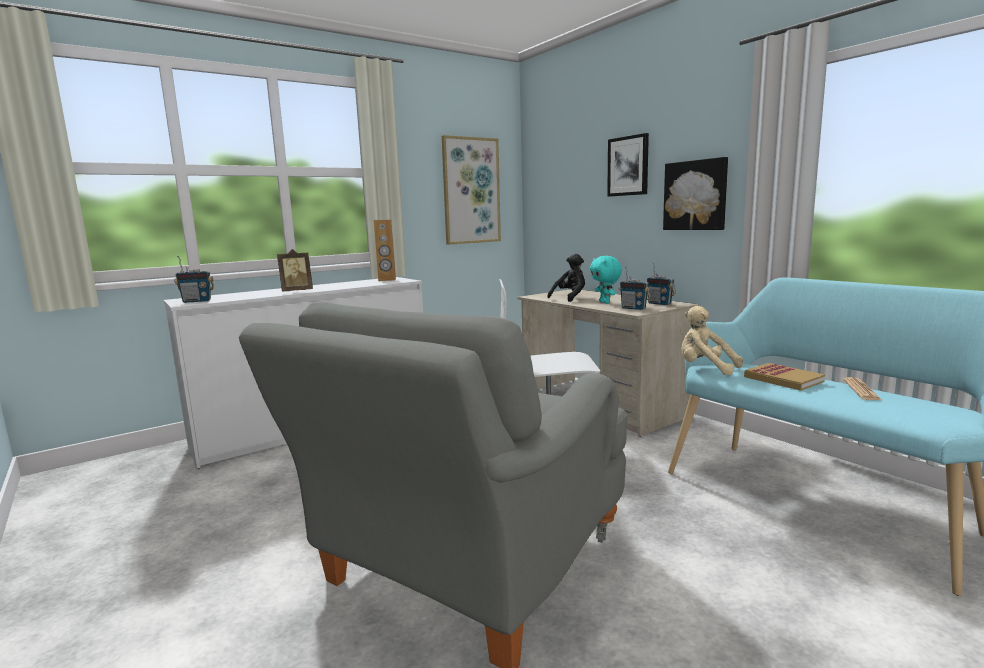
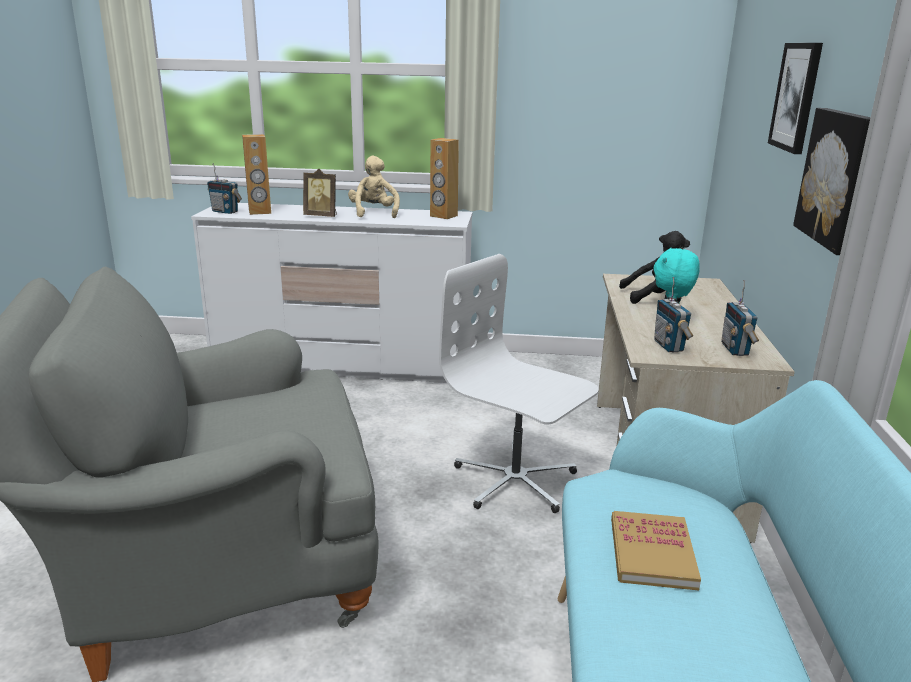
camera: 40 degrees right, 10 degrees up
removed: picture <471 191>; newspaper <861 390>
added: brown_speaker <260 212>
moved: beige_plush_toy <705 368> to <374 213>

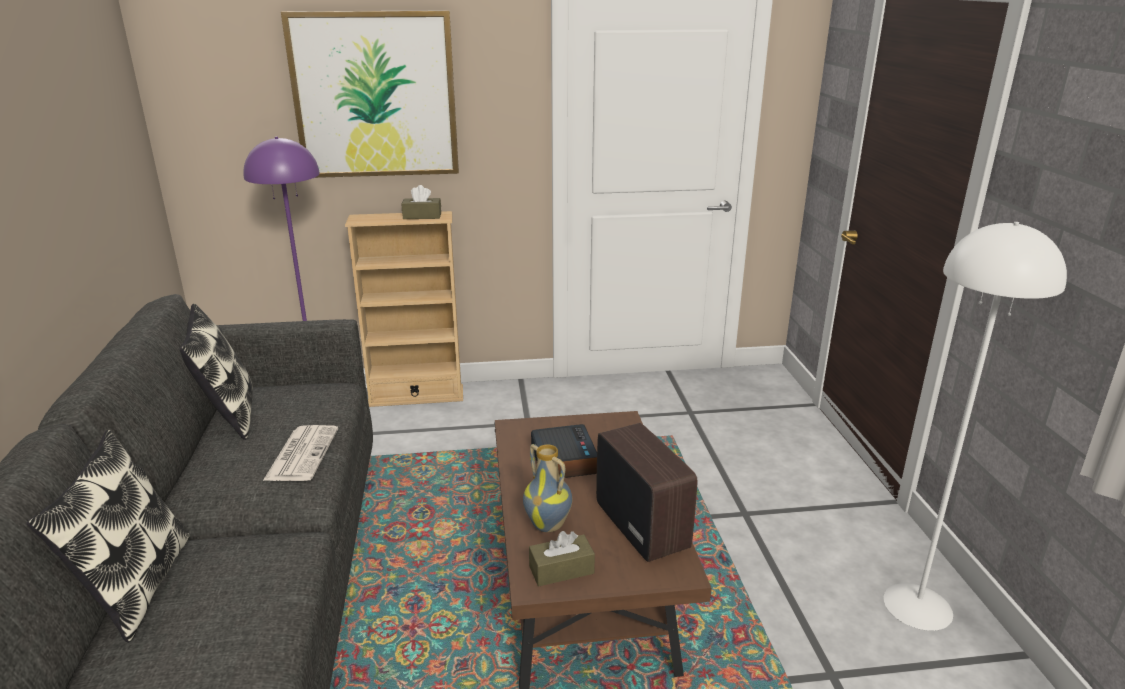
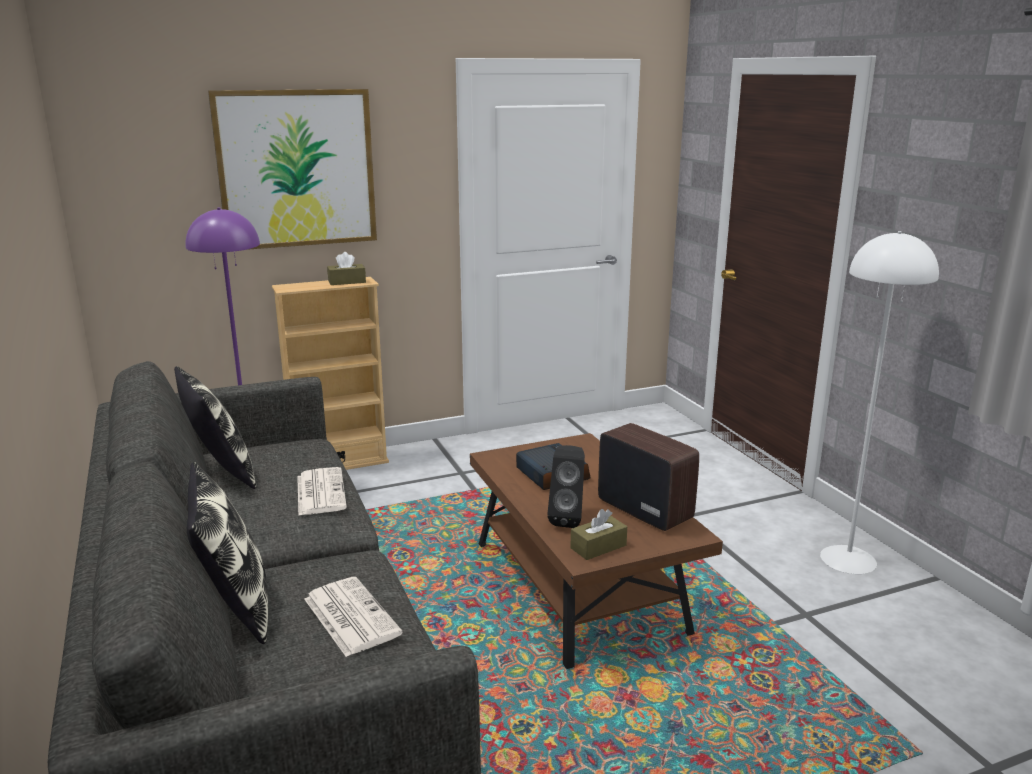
camera: 15 degrees left, 5 degrees down
added: newspaper <350 616>
replaced: vase <549 524> to black_speaker <568 519>

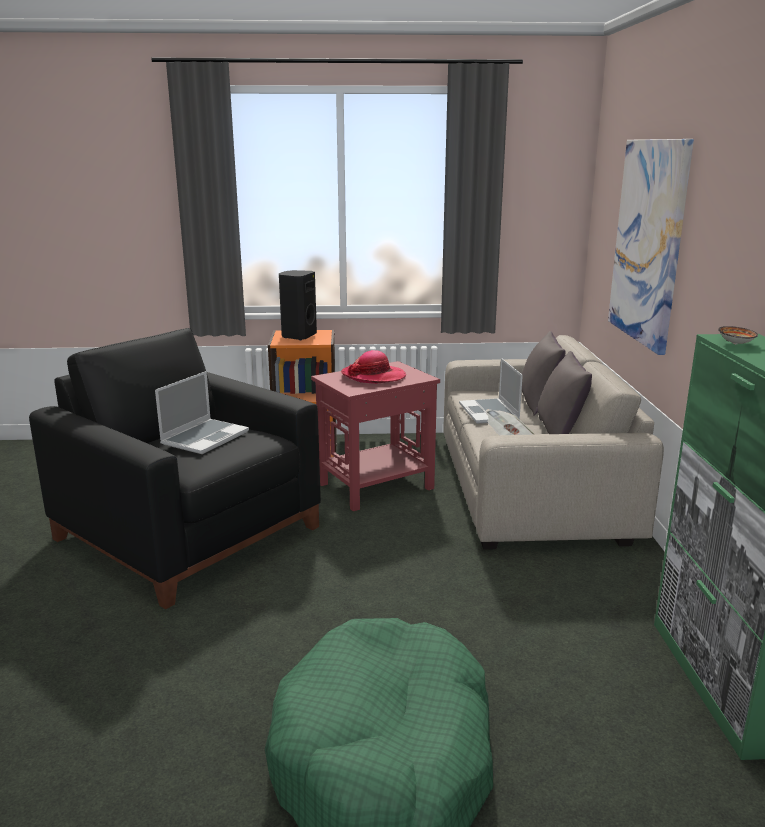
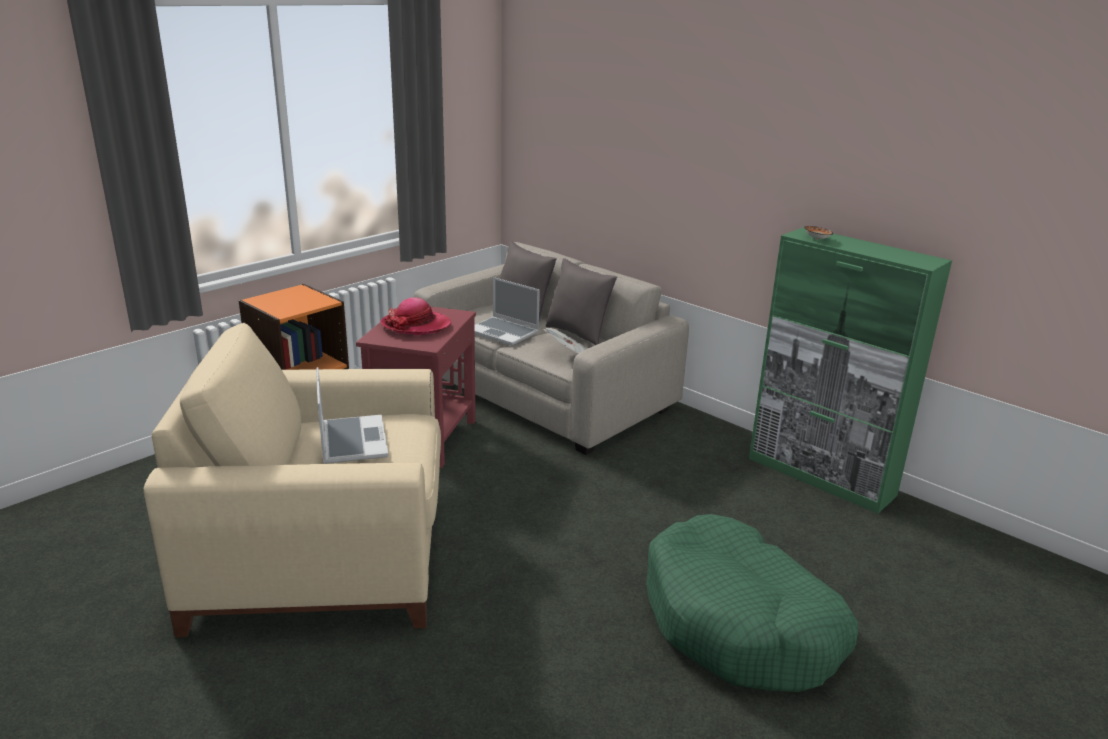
camera: 45 degrees left, 5 degrees up
removed: black_speaker <298 336>; picture <648 242>
recoloured: black_armchair <191 533> to beige_armchair <326 555>

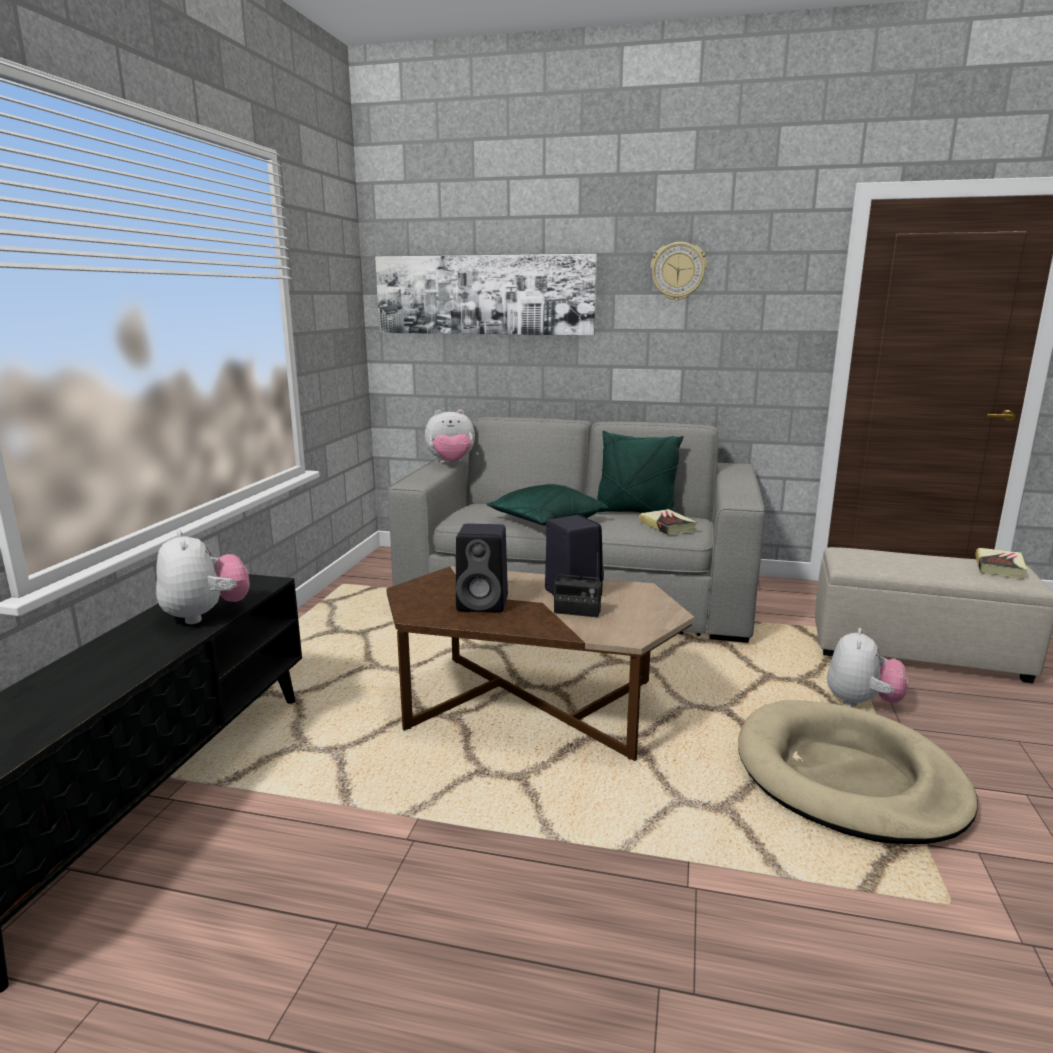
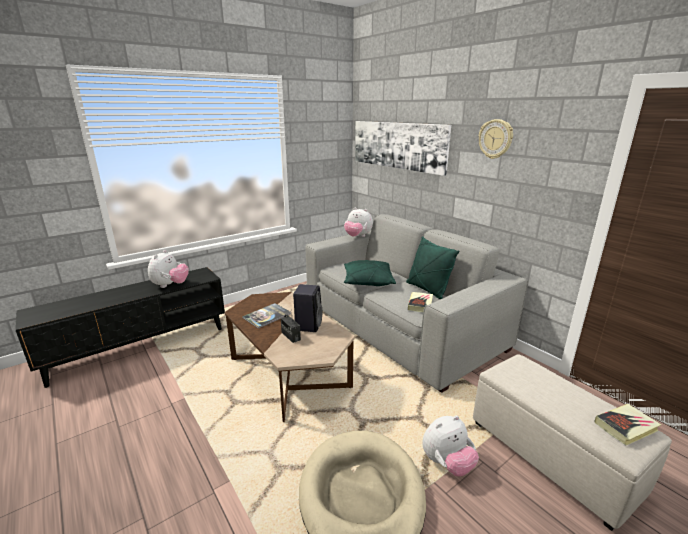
camera: 40 degrees right, 5 degrees up
replaced: black_speaker <484 603> to book <267 316>

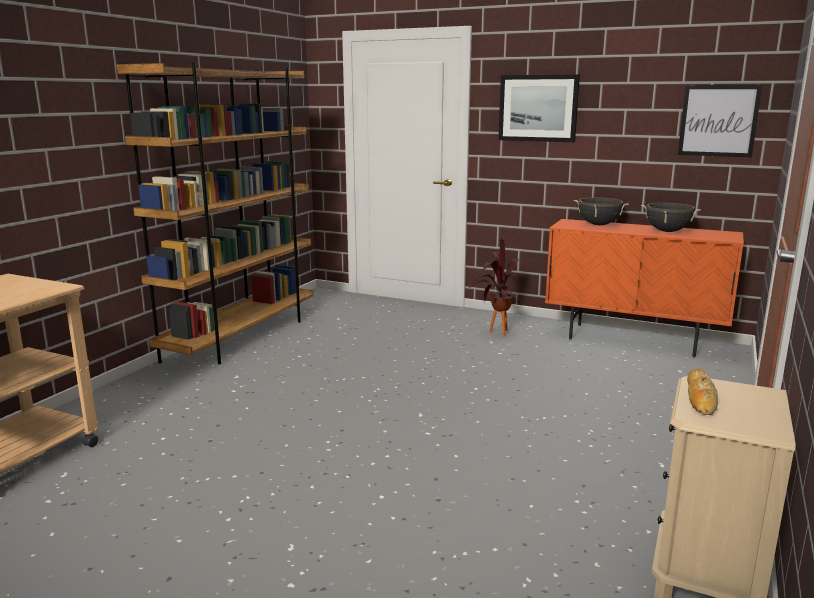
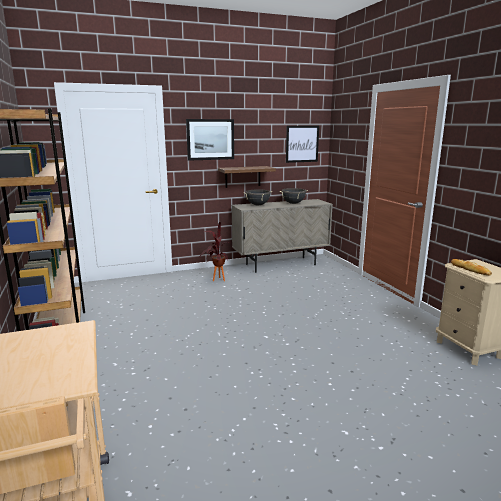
camera: 45 degrees left, 0 degrees up
added: shelf <242 176>
recoloured: orange_cabinet <633 340> to beige_cabinet <281 265>

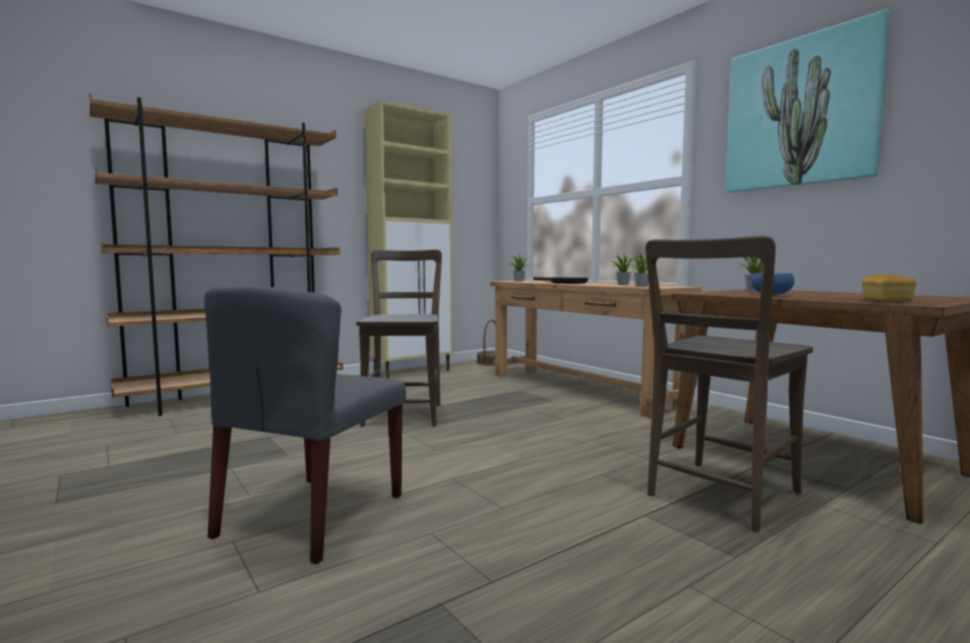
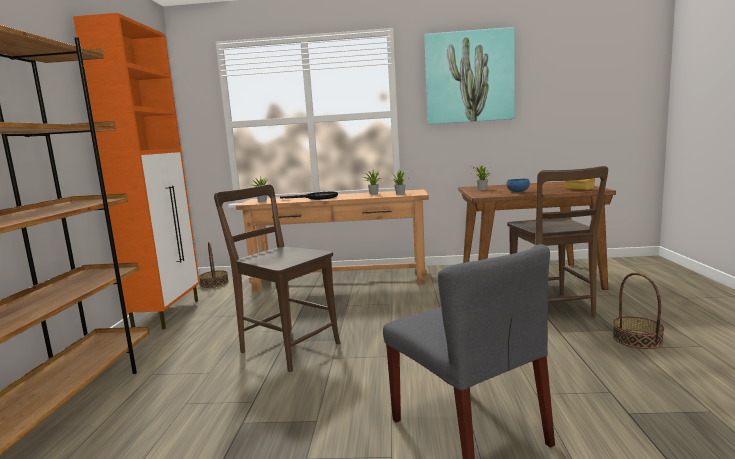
camera: 50 degrees left, 5 degrees up
added: basket <637 339>
recoloured: beige_cabinet <413 371> to orange_cabinet <168 314>

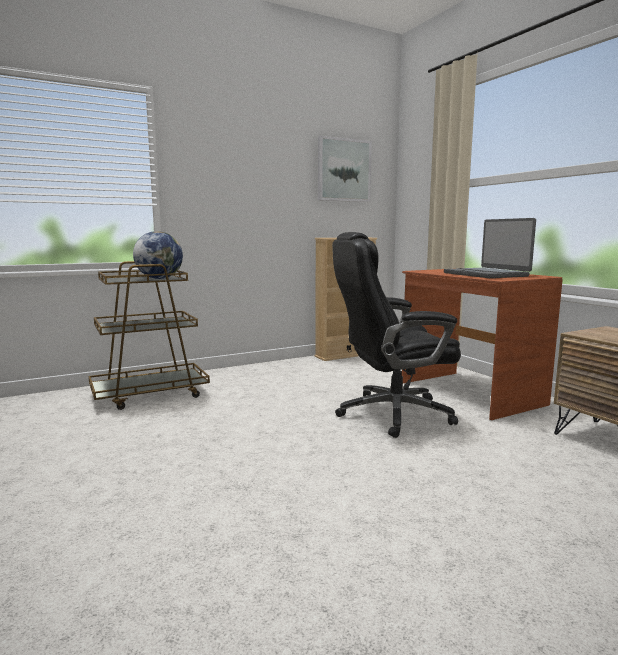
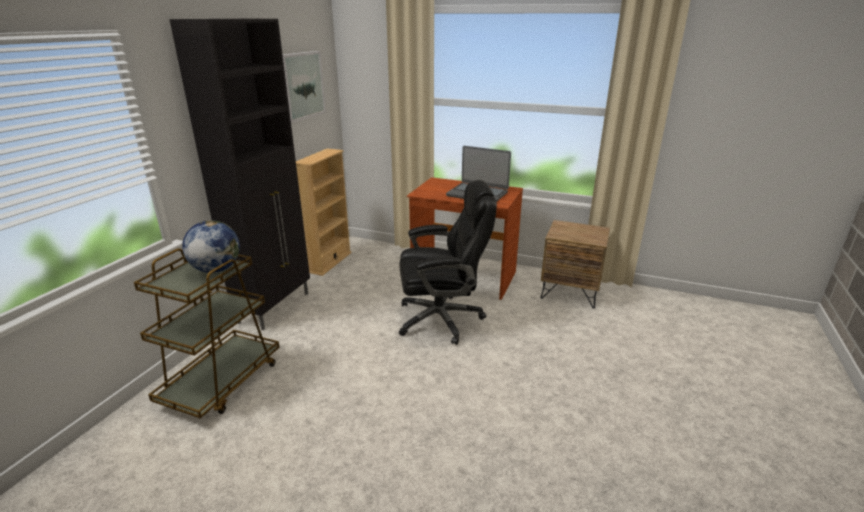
camera: 40 degrees left, 15 degrees up
added: black_cabinet <275 307>
turned: black_office_chair <391 414> = <442 319> 135 degrees counterclockwise

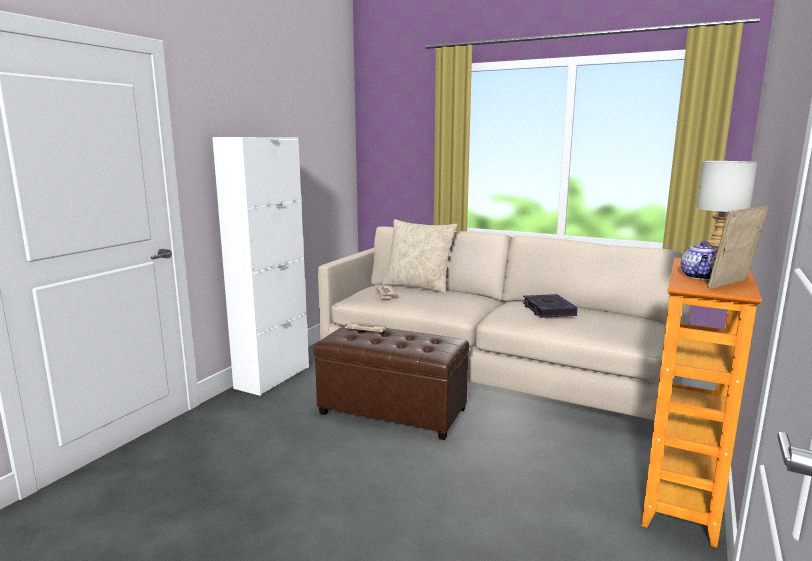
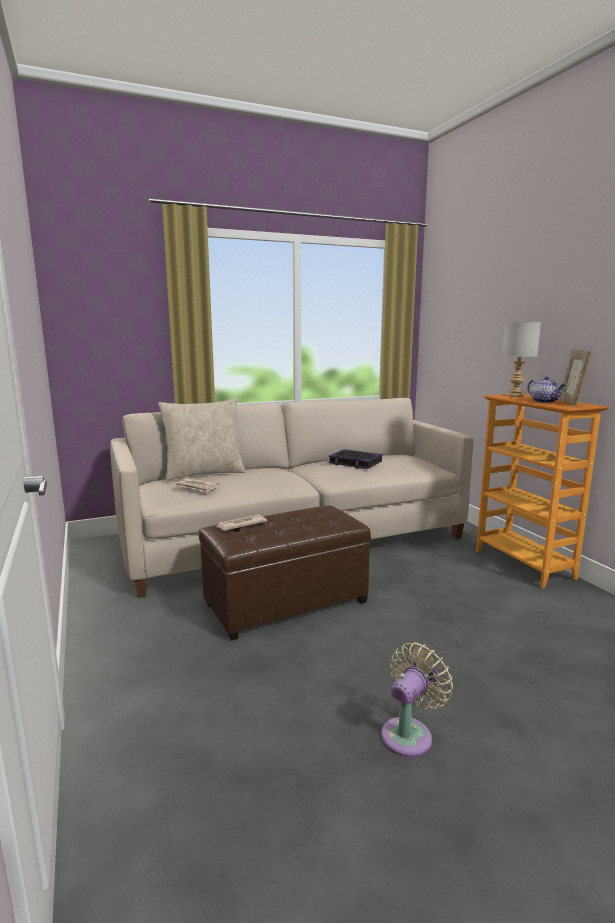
camera: 50 degrees left, 0 degrees up
removed: white_cabinet <272 377>
added: beige_fan <409 734>

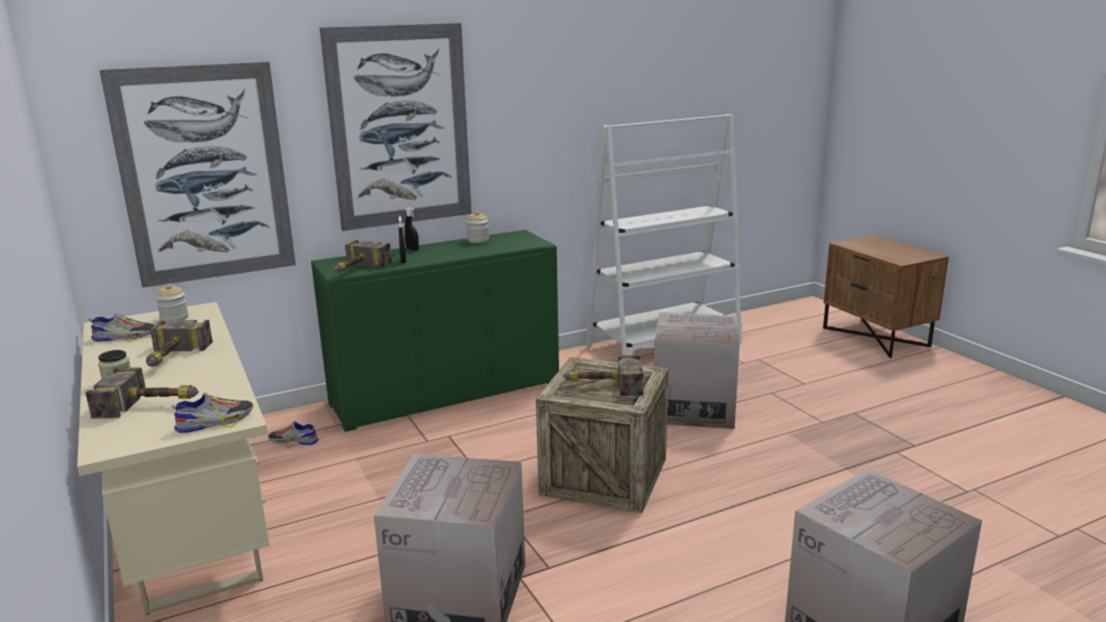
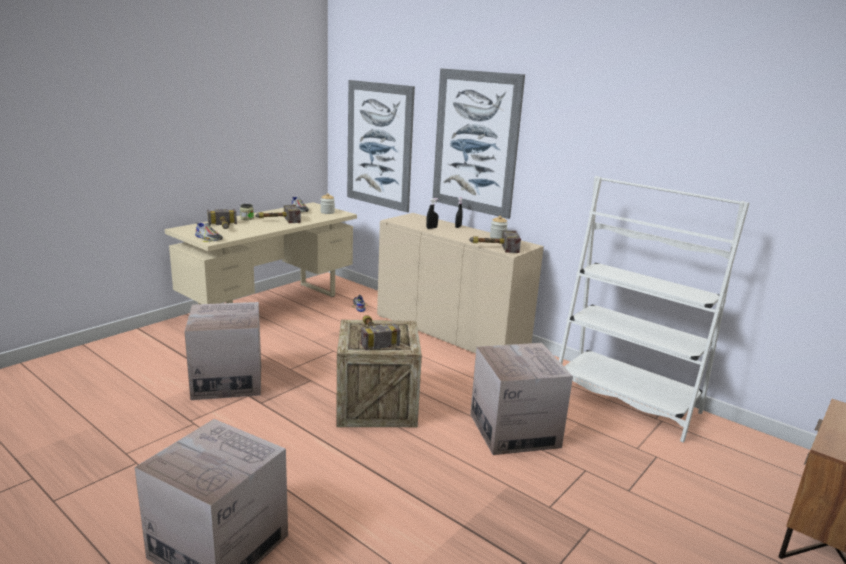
camera: 65 degrees right, 0 degrees up
moved: hammer <355 270> to <492 247>
recoloured: green_cabinet <446 393> to beige_cabinet <450 332>

